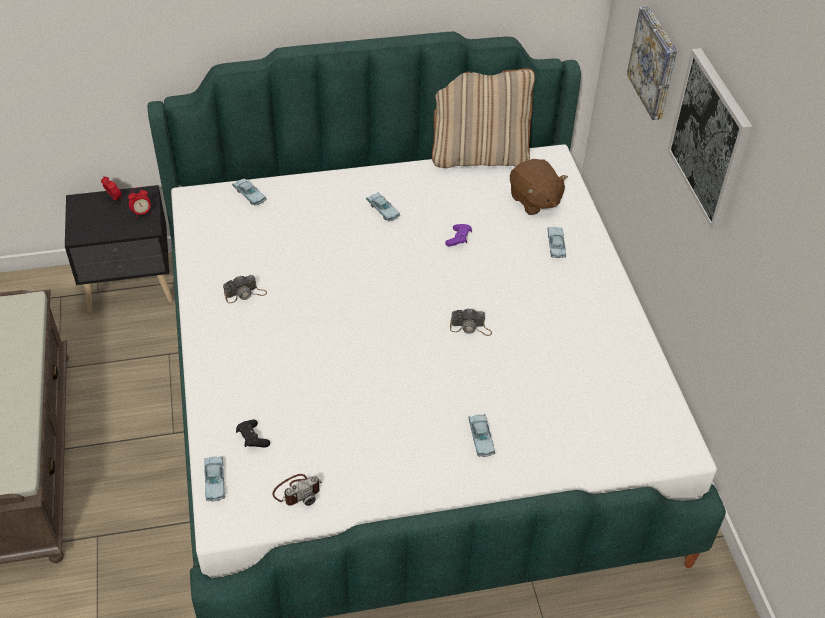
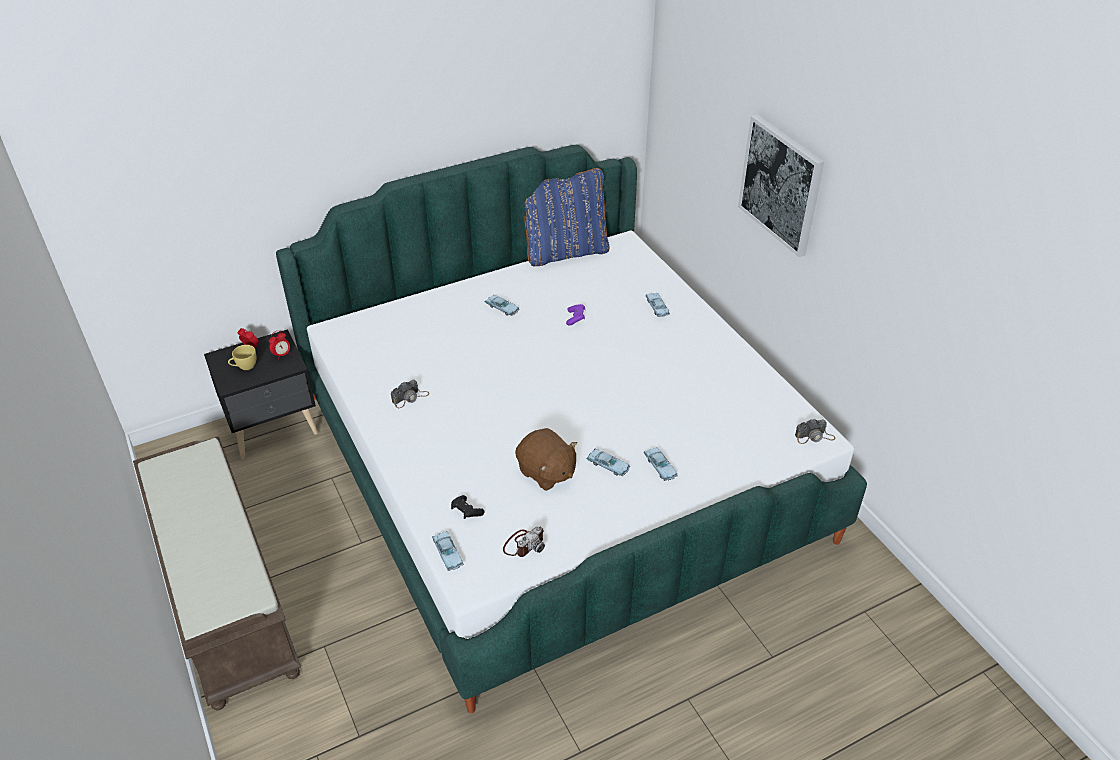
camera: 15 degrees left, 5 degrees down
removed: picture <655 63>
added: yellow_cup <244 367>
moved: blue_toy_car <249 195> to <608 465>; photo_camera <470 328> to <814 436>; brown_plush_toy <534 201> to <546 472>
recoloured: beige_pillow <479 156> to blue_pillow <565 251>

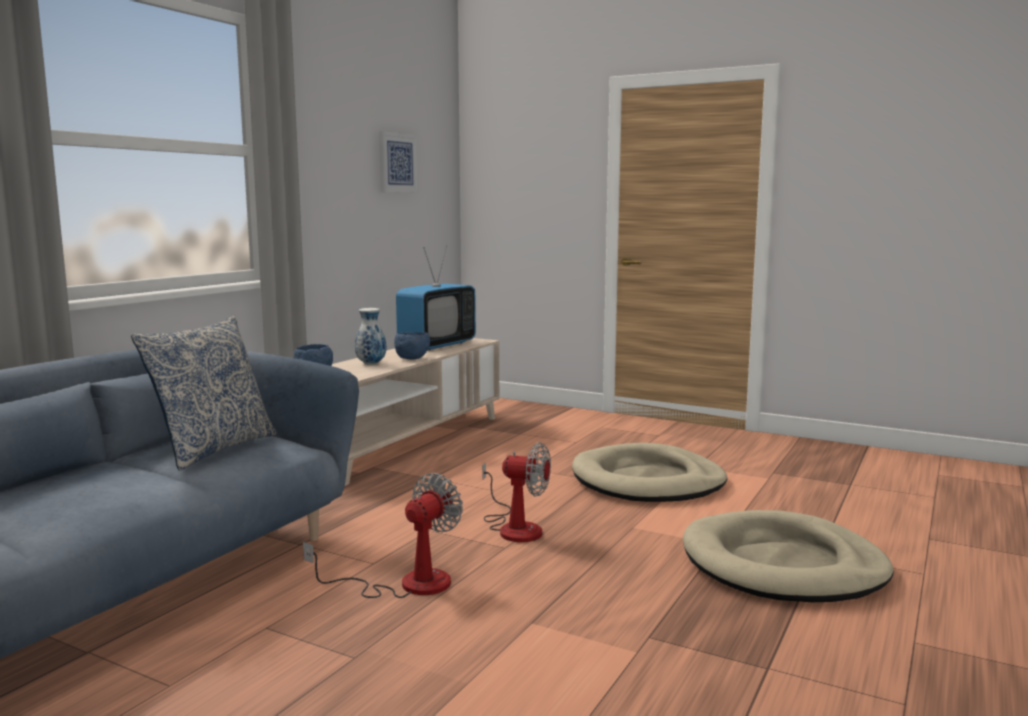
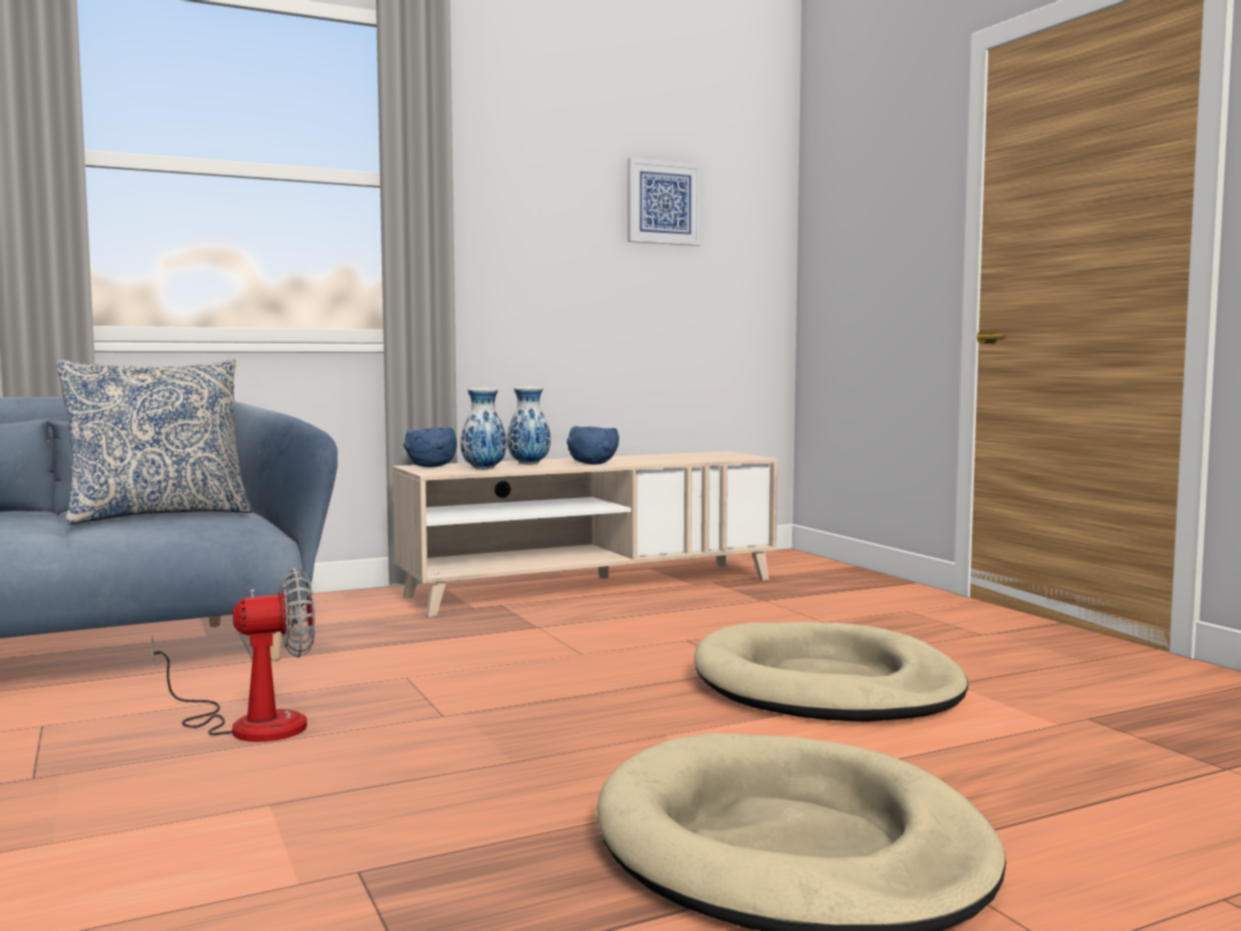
camera: 35 degrees right, 5 degrees down
removed: television <437 345>; fan <515 527>
added: vase <483 469>

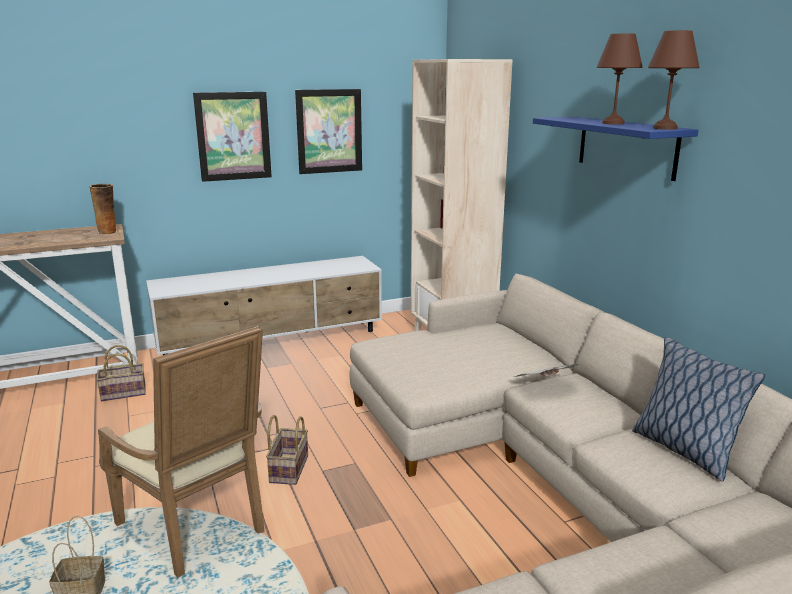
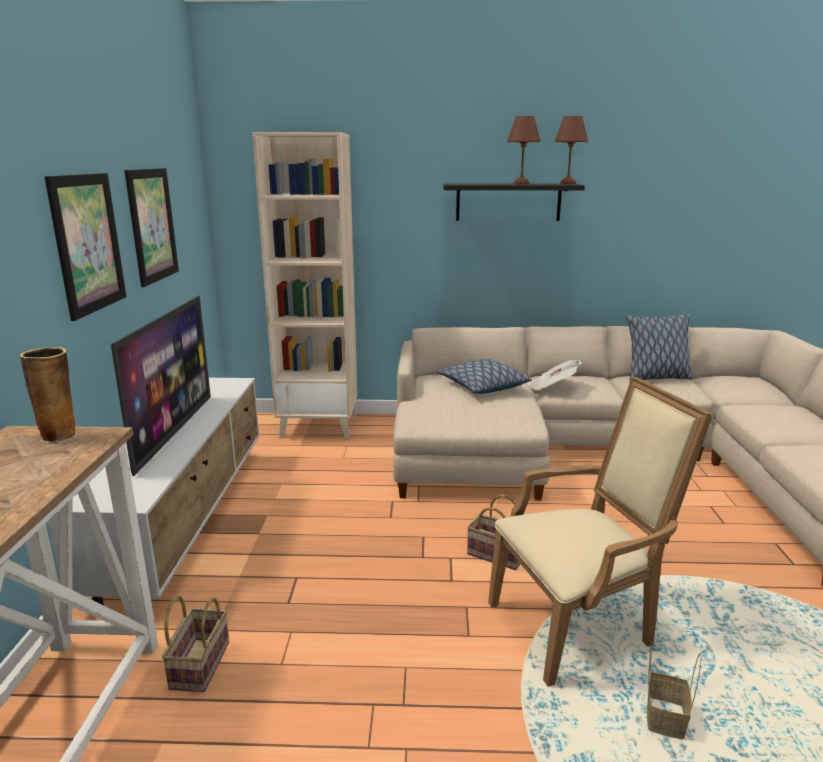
camera: 65 degrees left, 0 degrees up
added: television <173 431>; pillow <482 386>
recoloured: blue_shelf <626 146> to black_shelf <508 202>

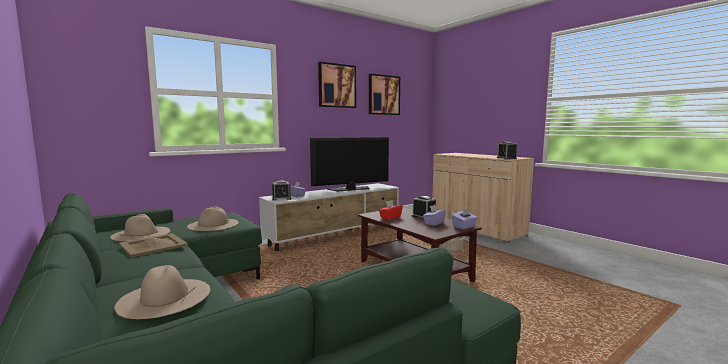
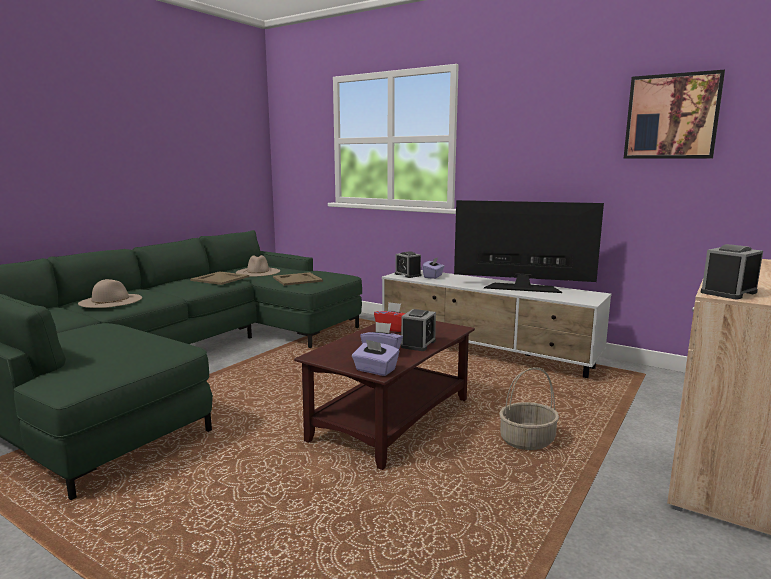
camera: 70 degrees right, 5 degrees up
removed: picture <337 86>
replaced: beige_hat <213 224> to beige_tray <297 279>
turned: television <350 189> = <522 287> 150 degrees clockwise

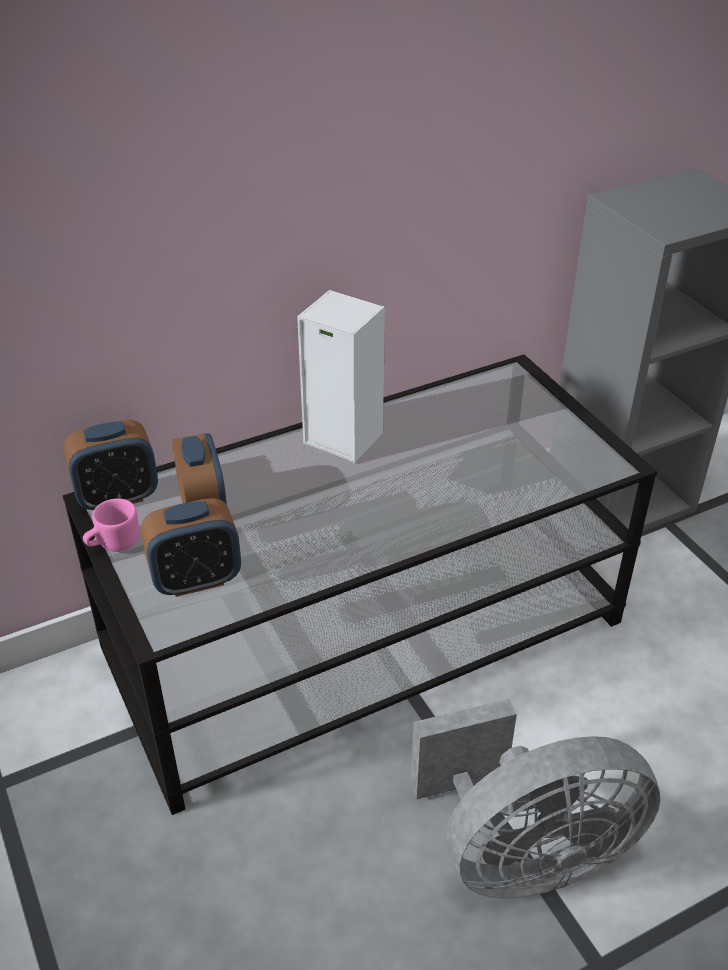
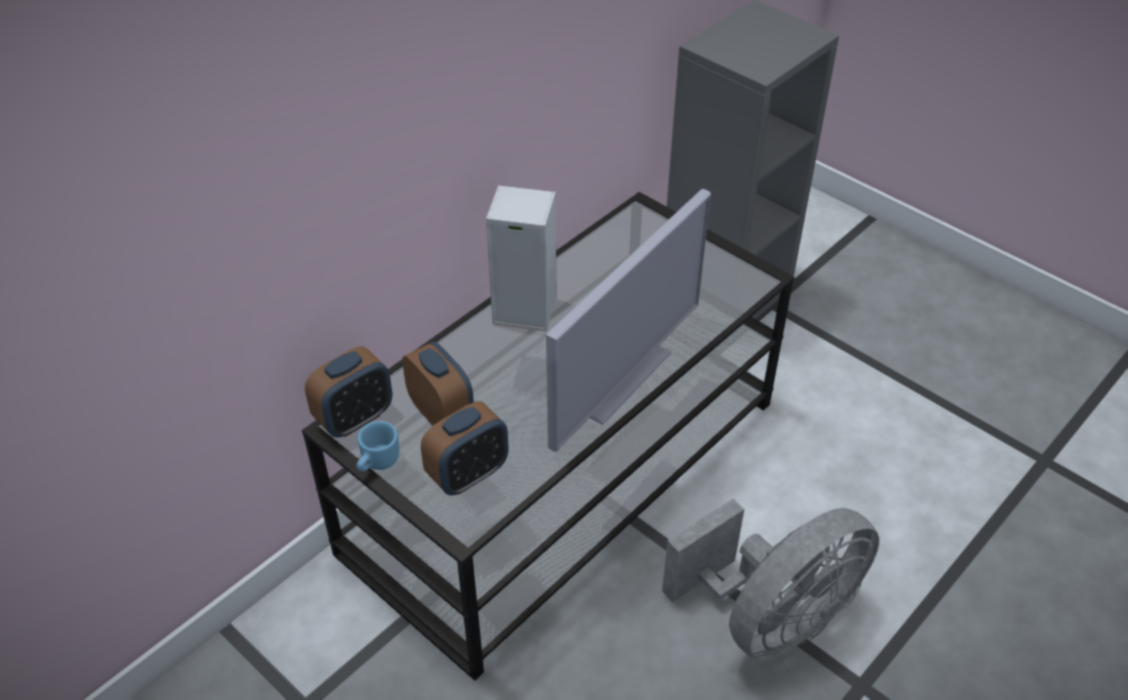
camera: 20 degrees left, 5 degrees up
added: television <620 378>
recoloured: pink_mug <113 544> to blue_mug <376 463>

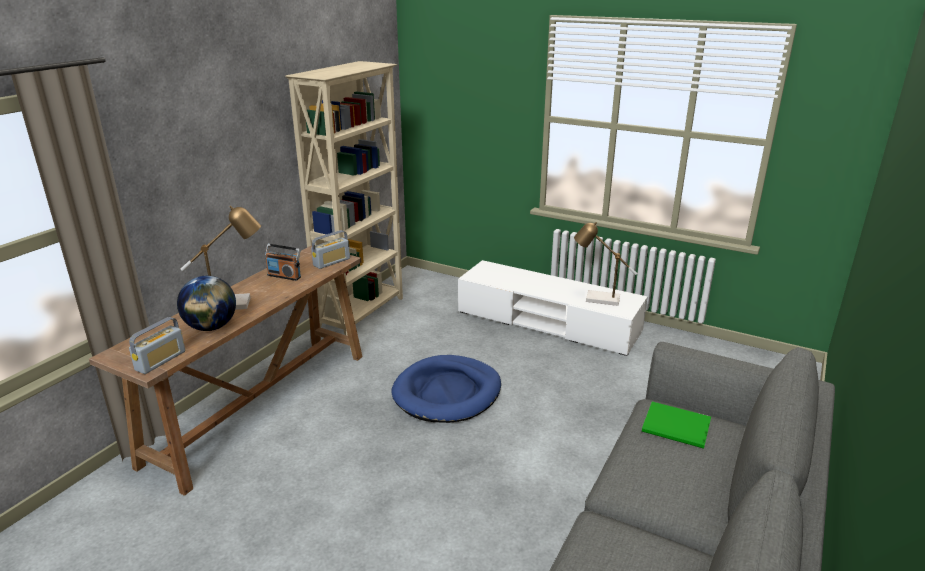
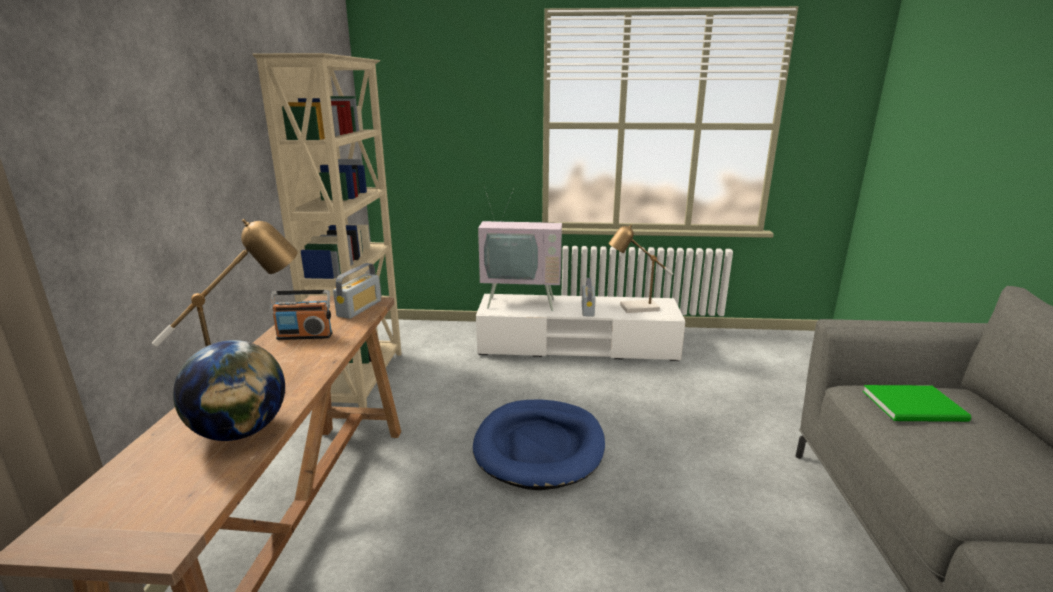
camera: 25 degrees left, 5 degrees down
added: television <522 301>
moved: radio <160 360> to <587 309>

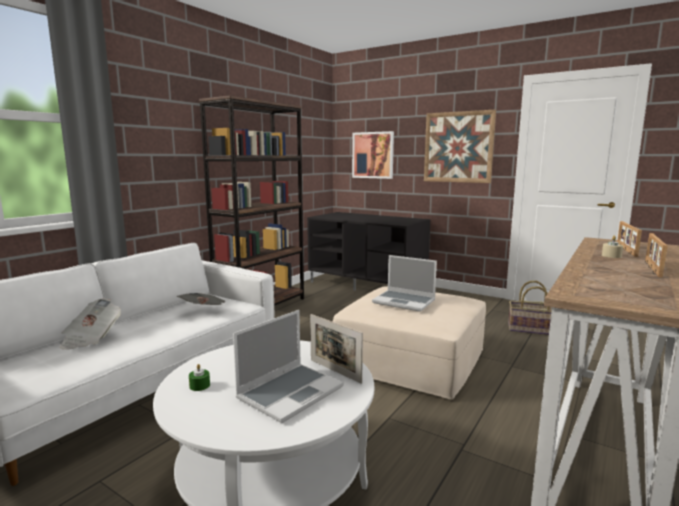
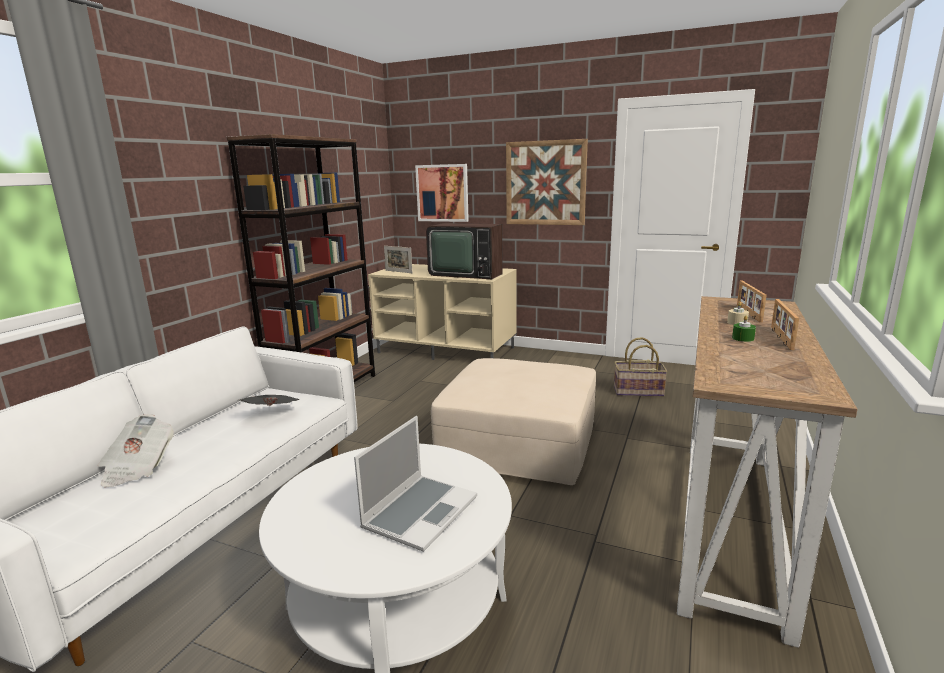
camera: 10 degrees left, 5 degrees up
removed: laptop <405 302>
added: television <466 273>
moved: green_candle <199 386> to <743 338>; picture_frame <335 371> to <398 271>
recoloured: black_tv_stand <368 284> to beige_tv_stand <447 350>

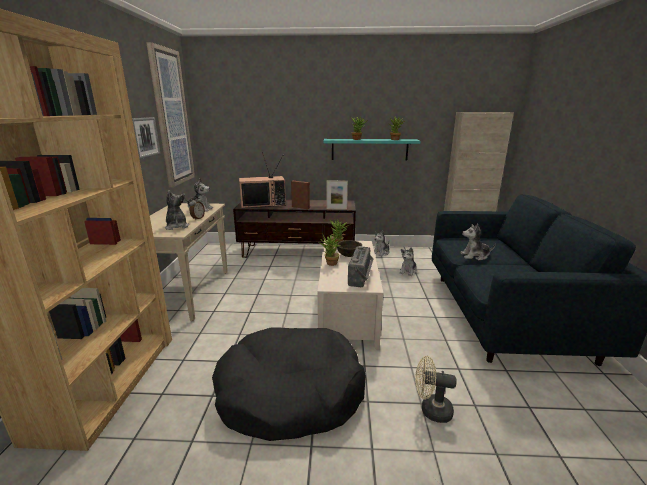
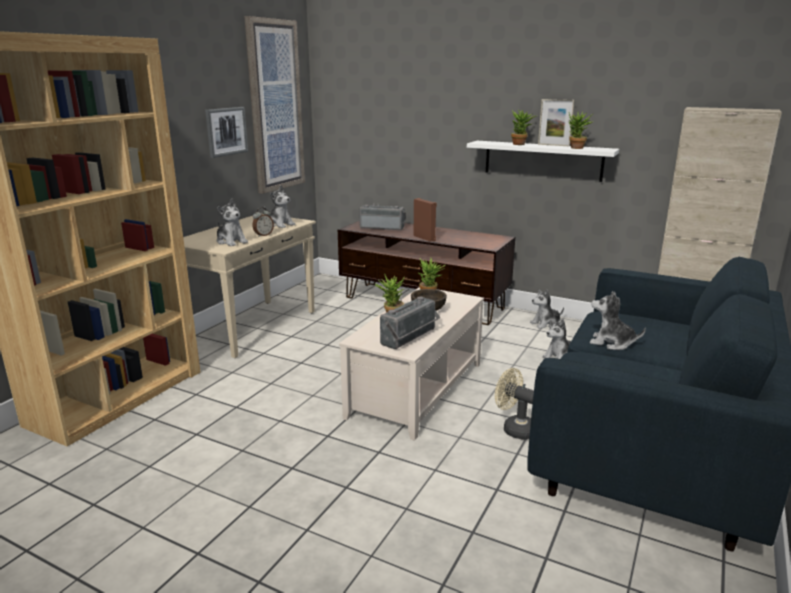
camera: 25 degrees right, 0 degrees up
removed: black_dog_bed <290 393>
moved: picture_frame <336 209> to <553 145>; beige_fan <431 410> to <514 428>
replaced: television <263 204> to radio <382 227>
recoloured: turquoise_shelf <369 149> to white_shelf <543 160>
turned: plush_toy <176 226> = <231 241> 135 degrees clockwise

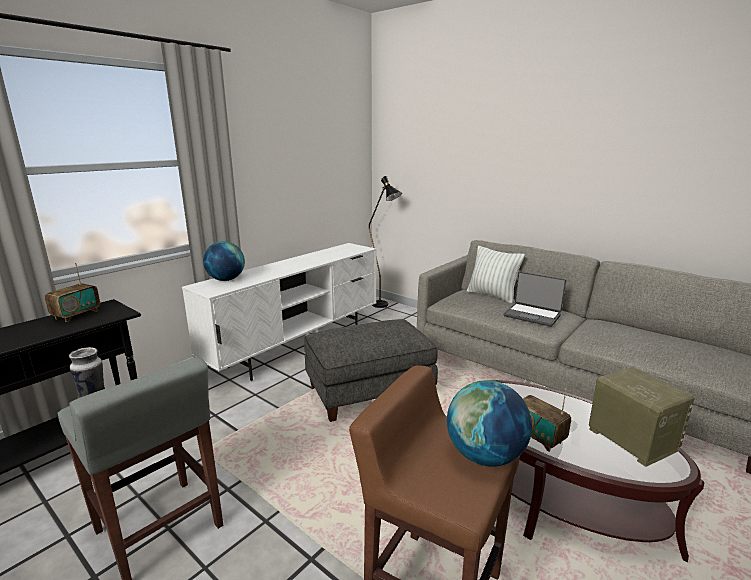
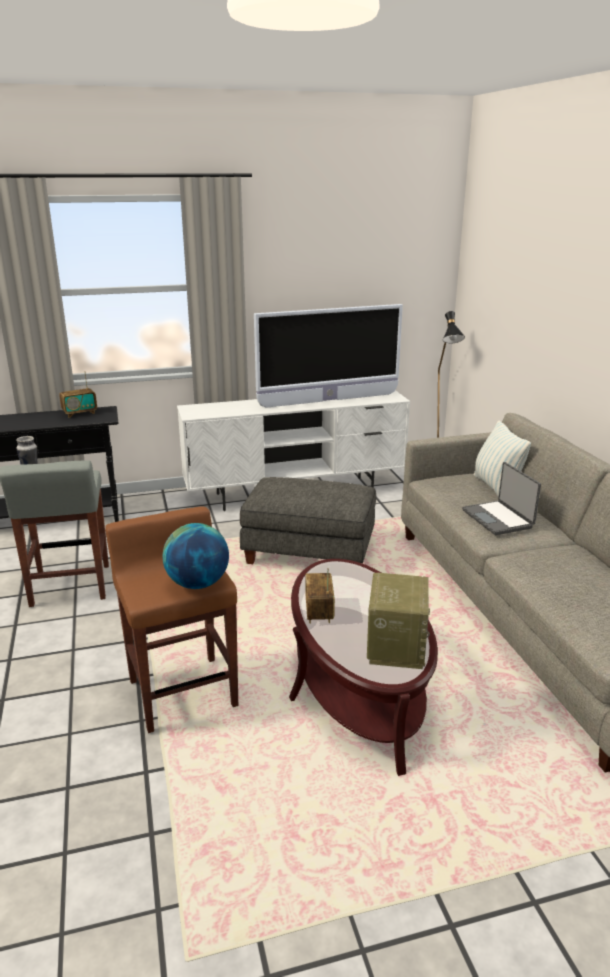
camera: 35 degrees right, 5 degrees up
removed: globe <226 280>
added: television <329 400>

